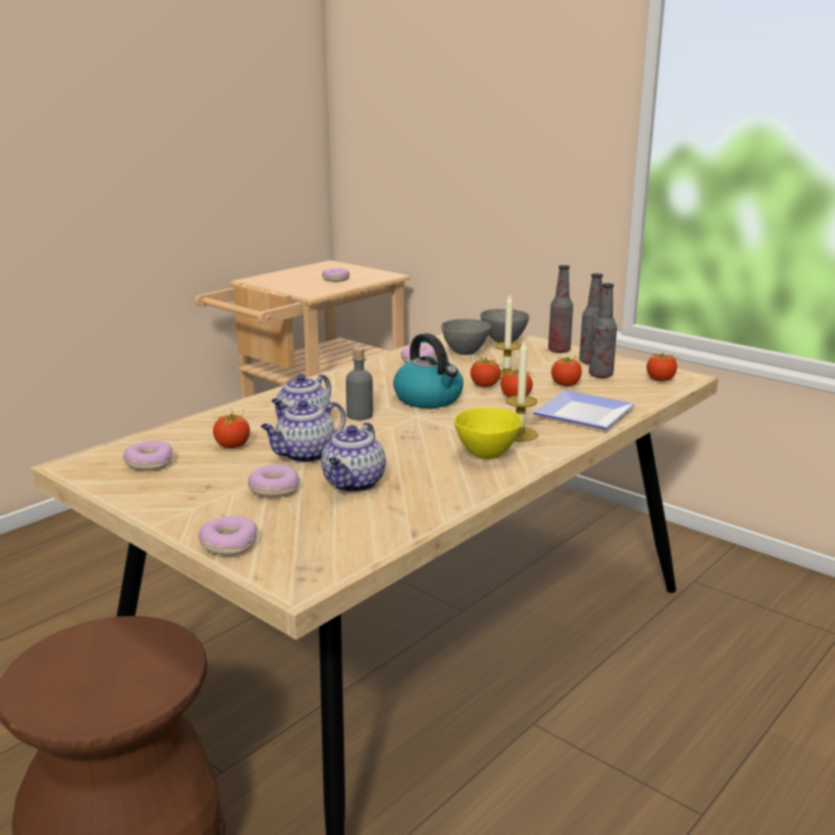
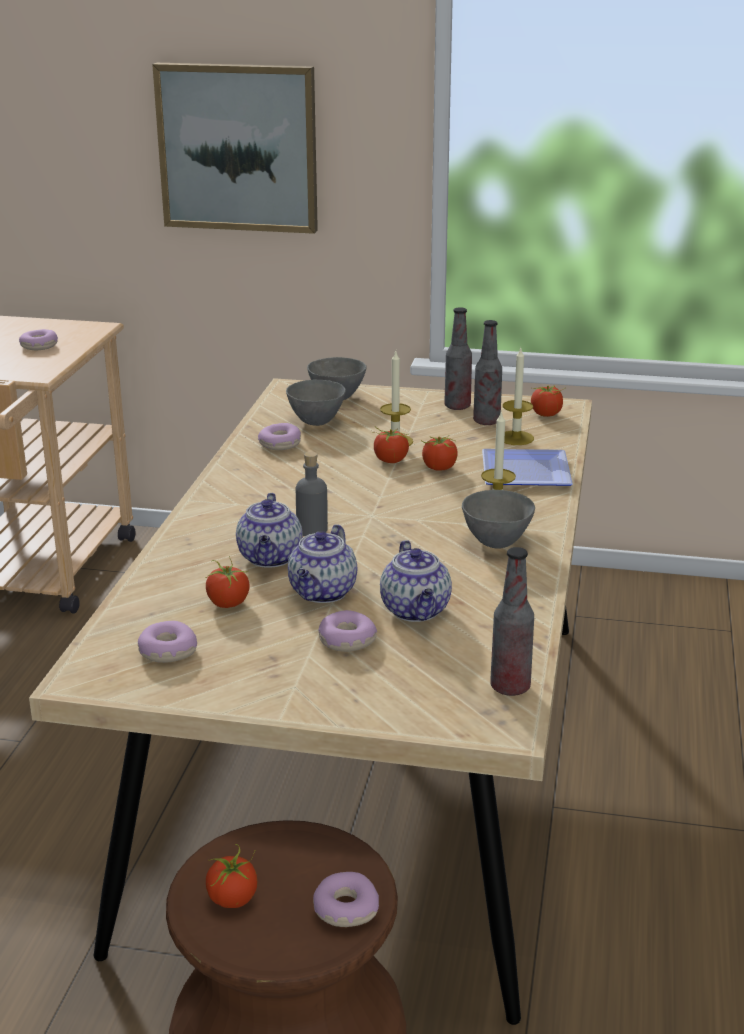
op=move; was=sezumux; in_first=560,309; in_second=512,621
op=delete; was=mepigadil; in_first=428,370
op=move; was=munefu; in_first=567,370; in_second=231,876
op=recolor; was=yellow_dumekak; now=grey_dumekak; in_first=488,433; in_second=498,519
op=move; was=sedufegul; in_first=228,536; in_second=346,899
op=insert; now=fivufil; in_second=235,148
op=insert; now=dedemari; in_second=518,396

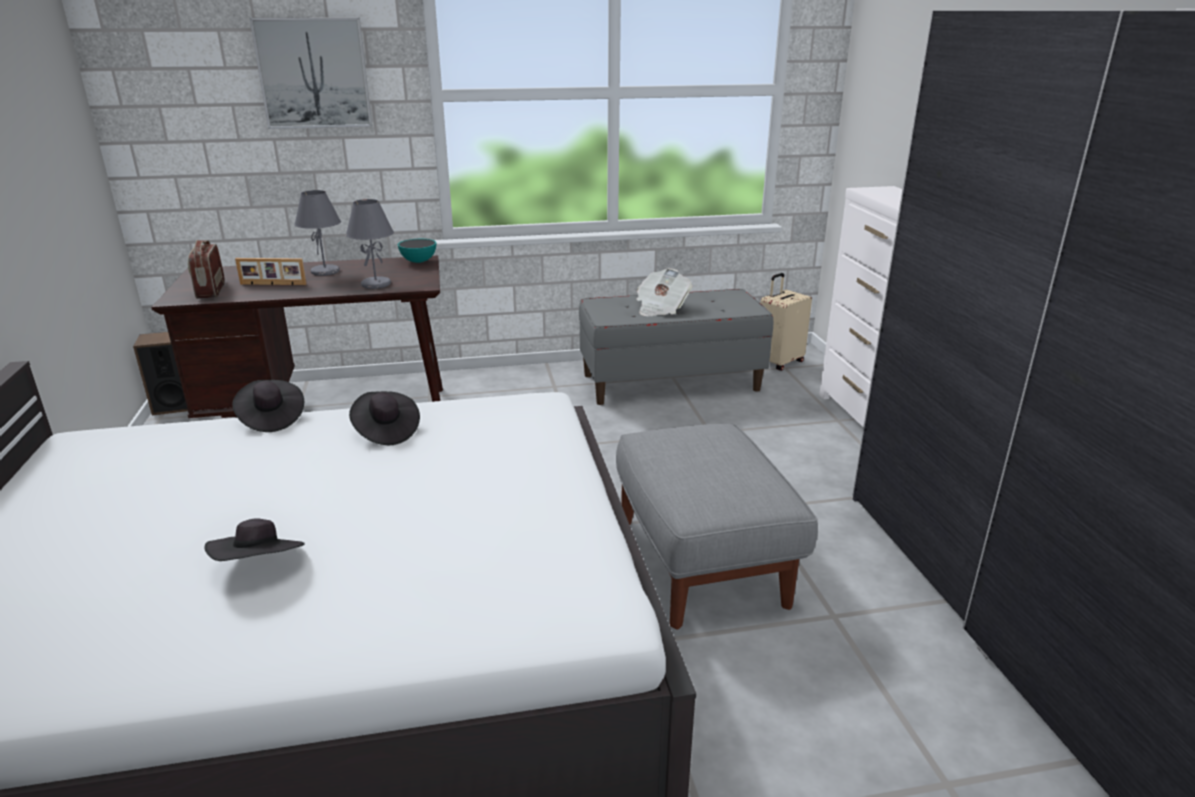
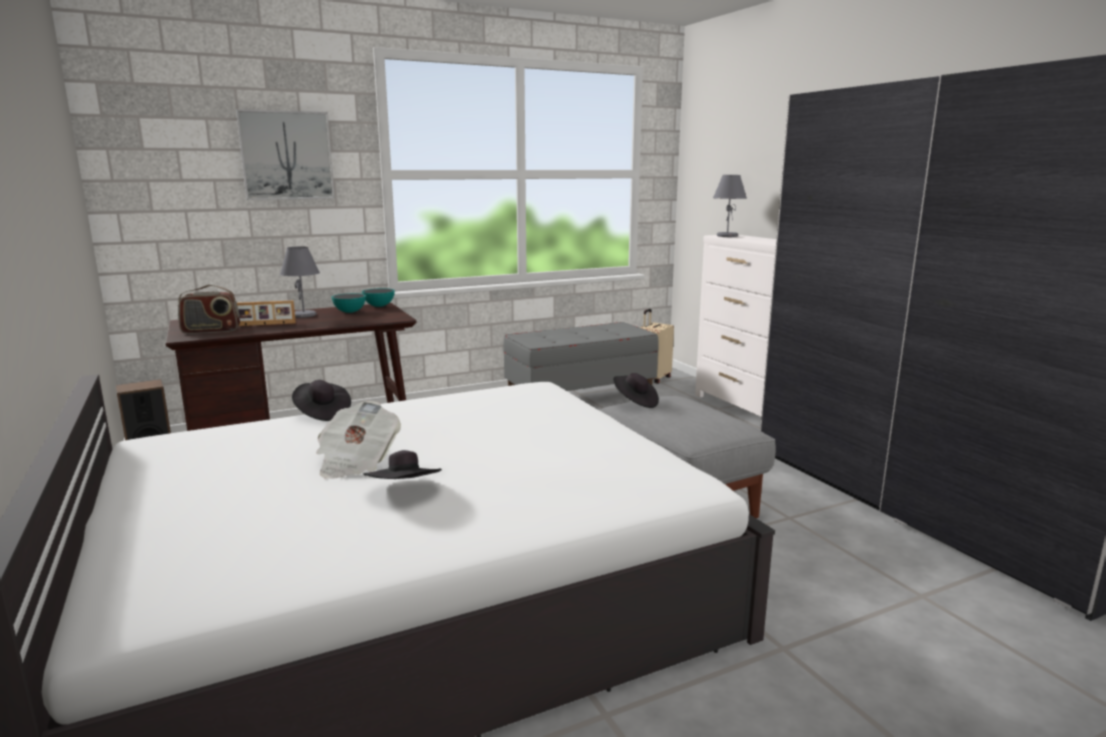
op=move; was=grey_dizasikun; in_first=370,244; in_second=730,206
op=rotate; was=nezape; in_first=206,269; in_second=209,309; clockwise=-75
op=move; was=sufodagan; in_first=664,292; in_second=358,440
op=move; was=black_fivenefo; in_first=384,418; in_second=636,390
op=insert; now=dumekak; in_second=348,303

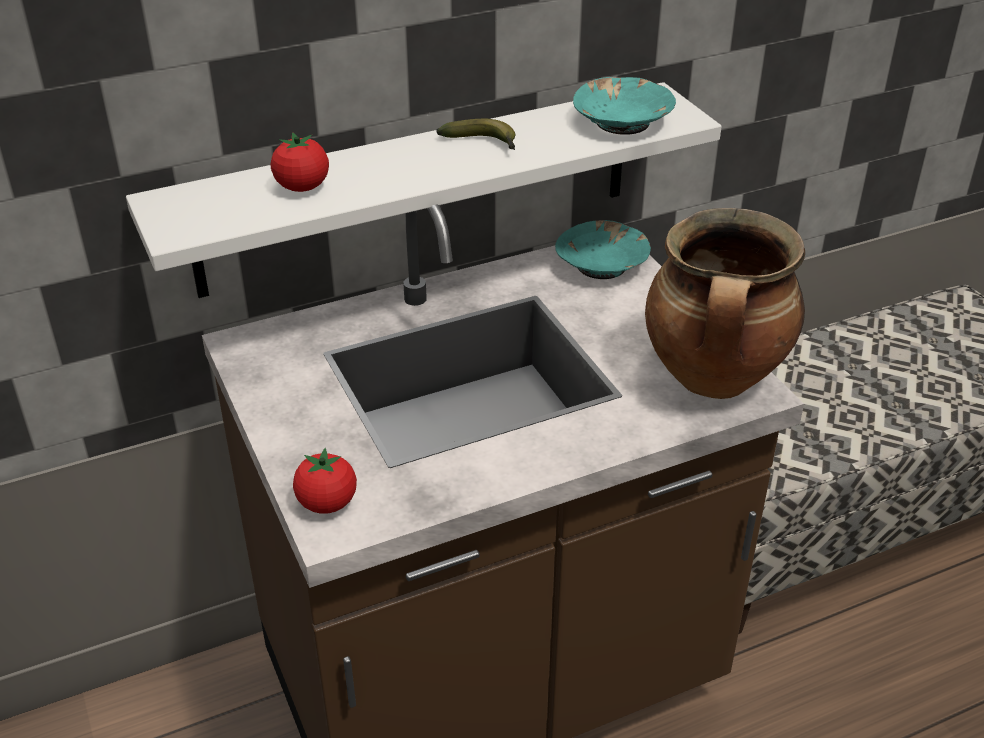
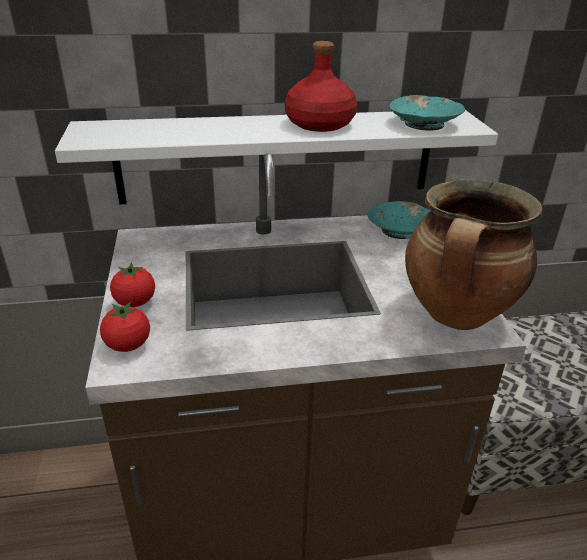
op=replace; was=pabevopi; now=red_sezumux; in_first=476,134; in_second=321,86
op=move; was=munefu; in_first=300,162; in_second=132,284

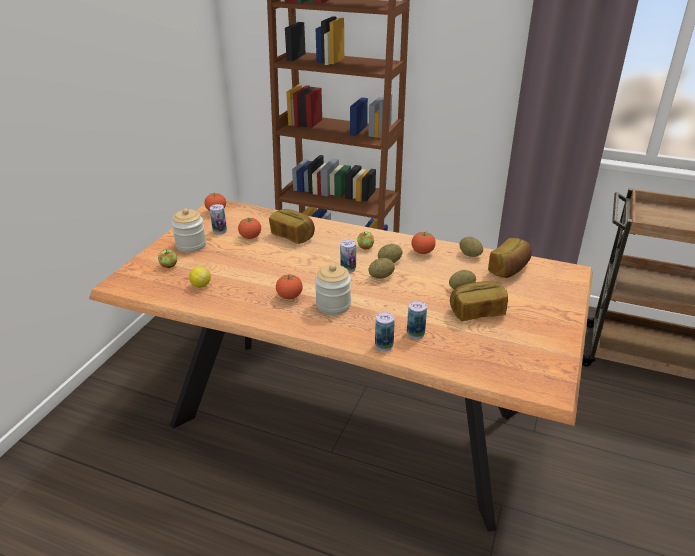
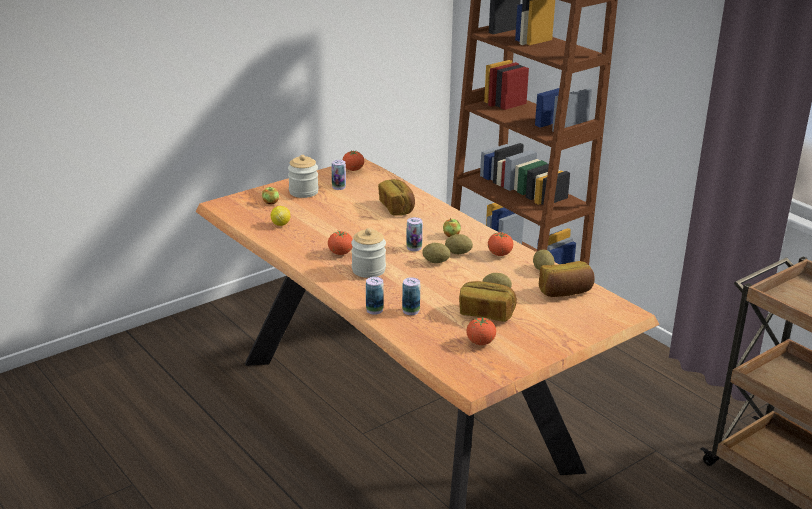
op=move; was=munefu; in_first=249,228; in_second=481,331

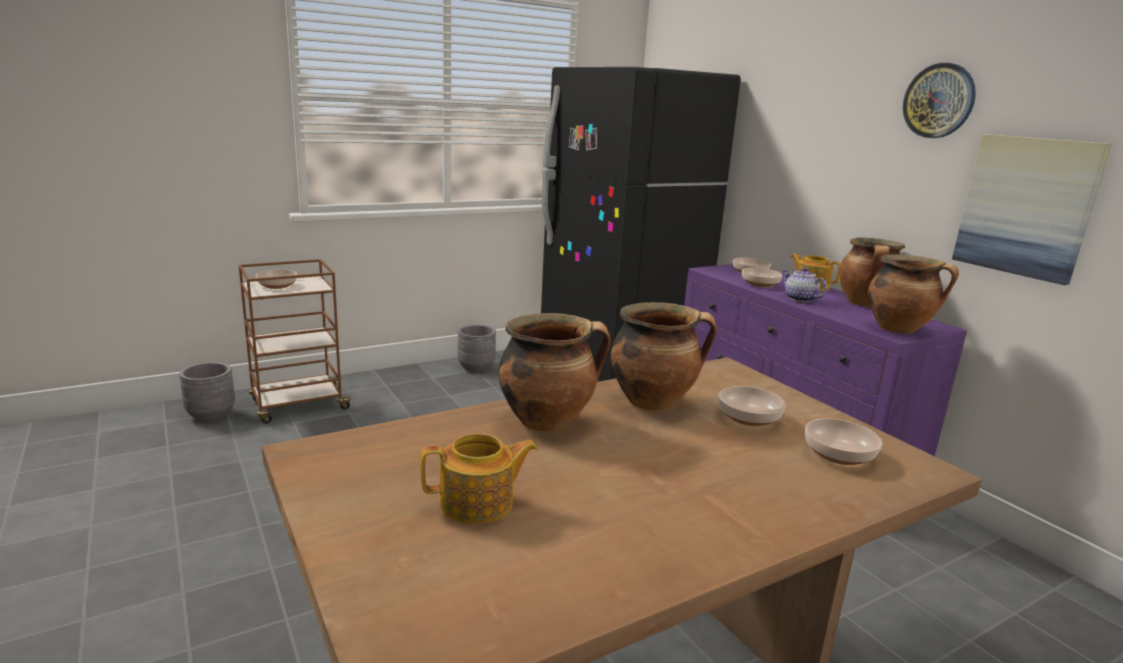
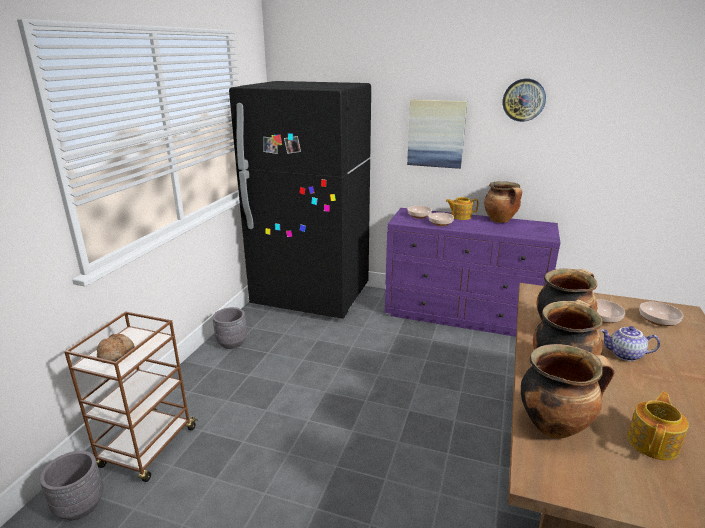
op=move; was=fivufil; in_first=1032,209; in_second=437,134
op=move; was=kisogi; in_first=913,294; in_second=567,391
op=move; was=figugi; in_first=804,284; in_second=630,343
op=replace; was=dumekak; now=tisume; in_first=276,279; in_second=116,348

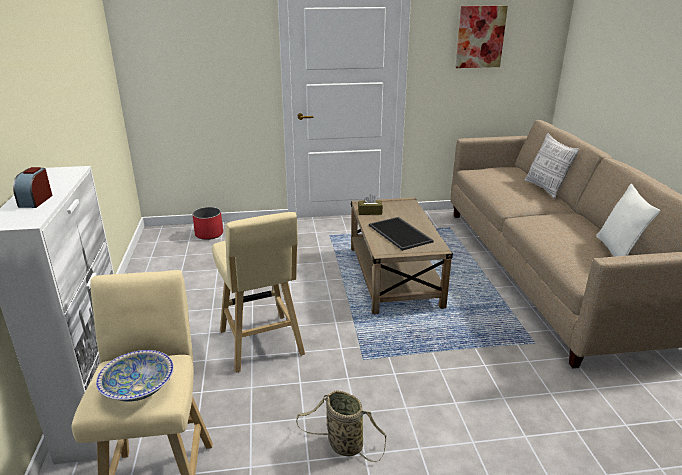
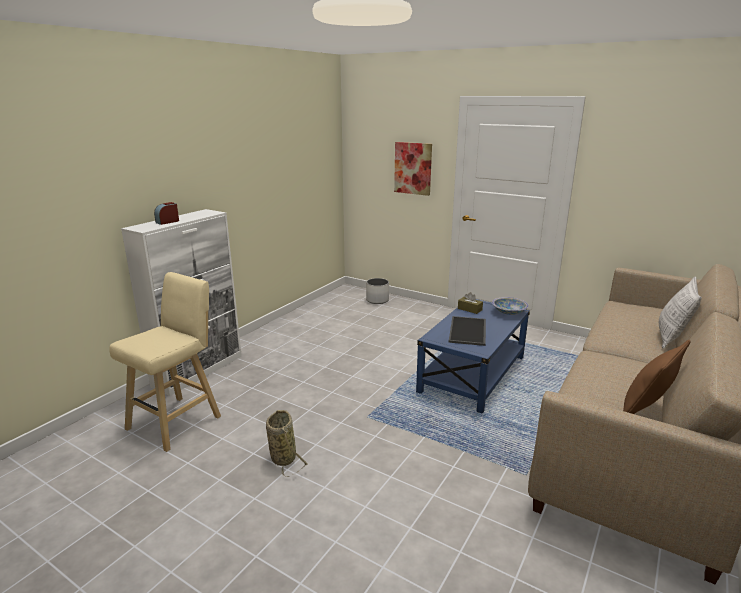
op=move; was=fivufil; in_first=481,37; in_second=413,169
op=recolor; was=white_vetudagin; now=brown_vetudagin; in_first=628,220; in_second=657,377
op=recolor; was=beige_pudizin; now=blue_pudizin; in_first=402,256; in_second=473,356
op=recolor; was=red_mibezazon; now=white_mibezazon; in_first=207,223; in_second=377,291
op=delete; was=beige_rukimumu; in_first=258,292
op=move; was=dumekak; in_first=135,376; in_second=510,306

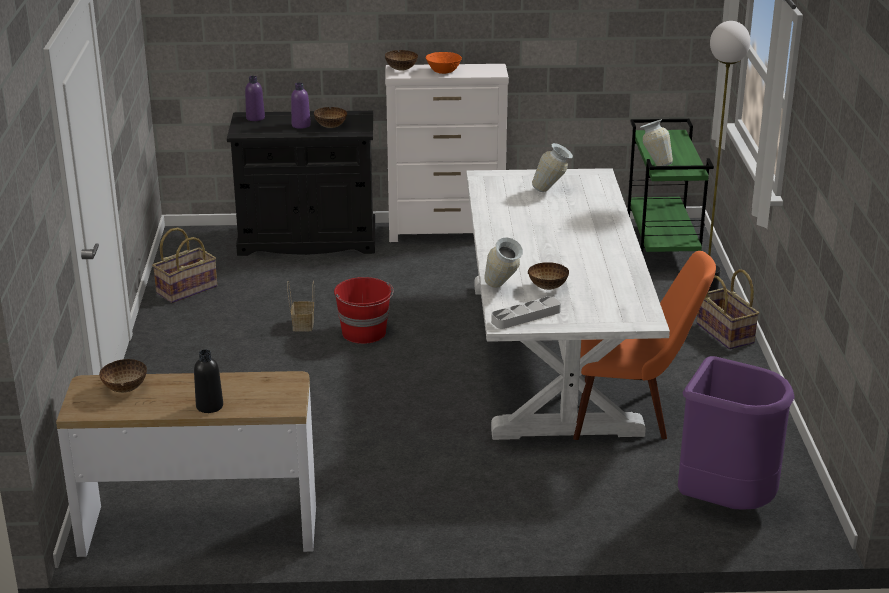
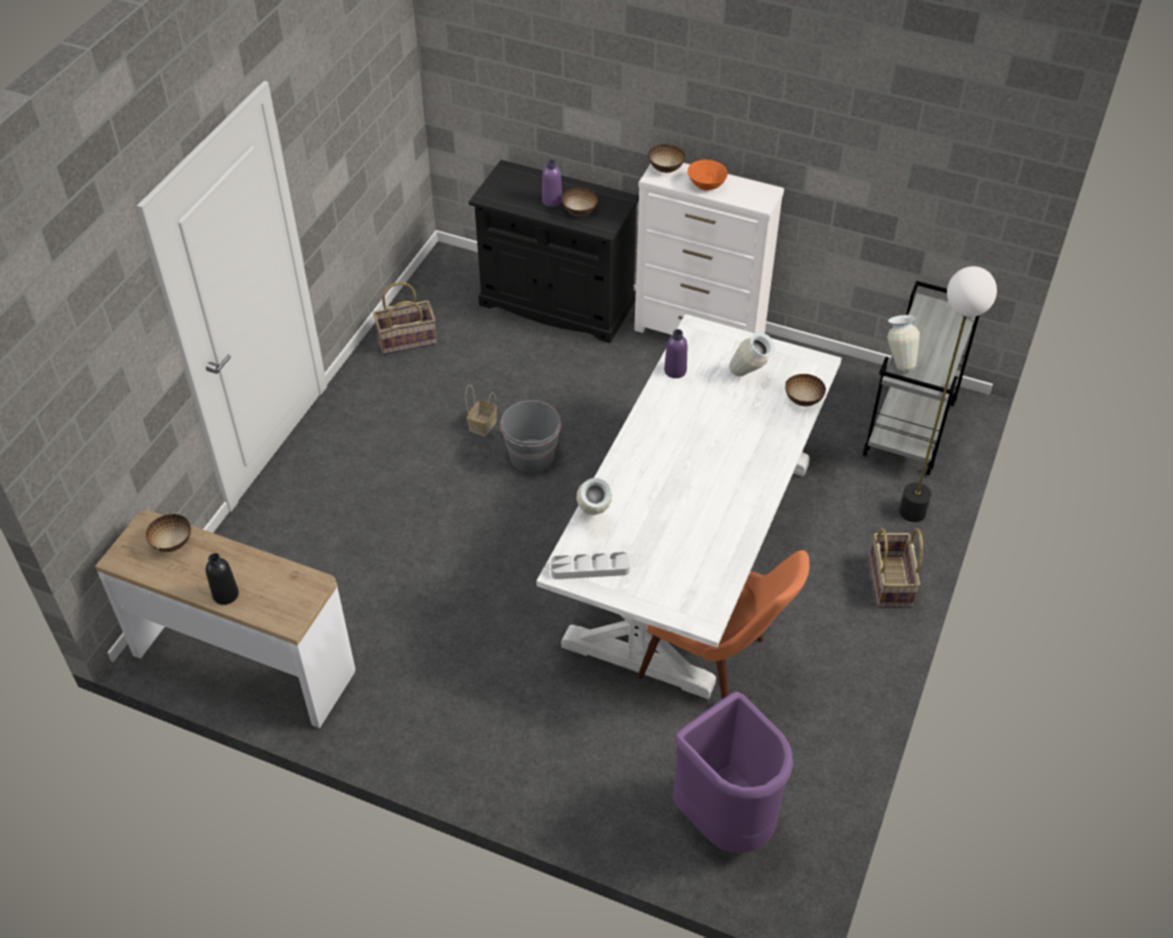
op=move; was=purple_sezumux; in_first=255,98; in_second=675,353
op=recolor; was=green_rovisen; now=grey_rovisen; in_first=670,186; in_second=921,378
op=move; was=dumekak; in_first=548,276; in_second=805,390
op=recolor; was=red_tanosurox; now=grey_tanosurox; in_first=363,310; in_second=530,436

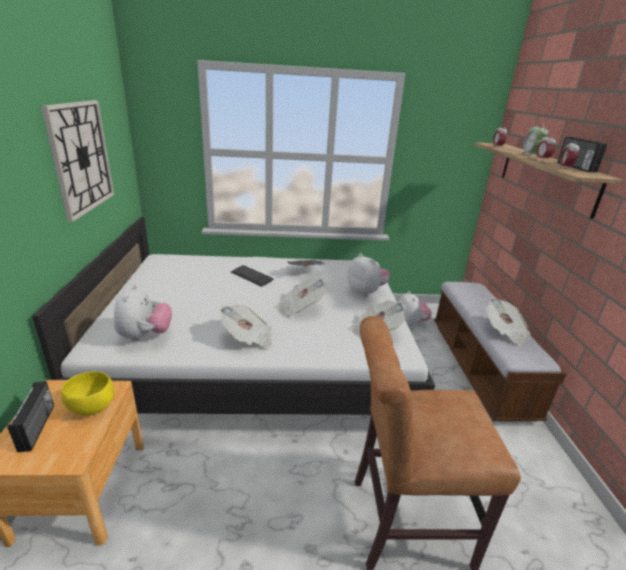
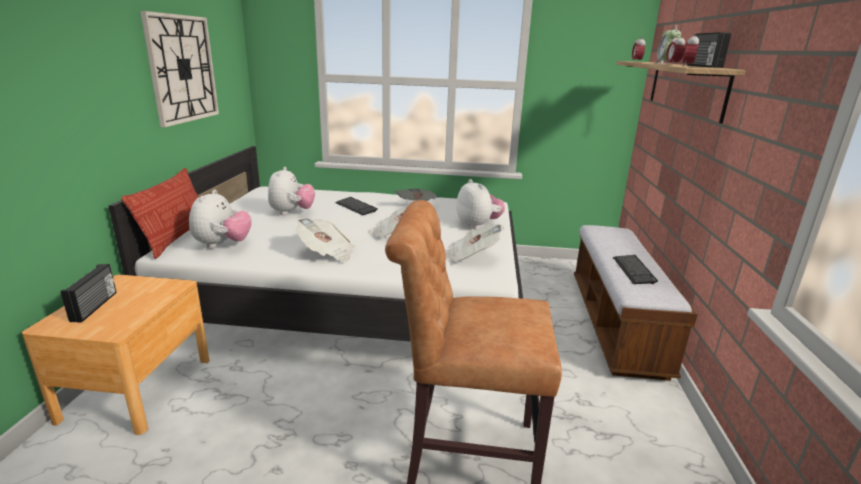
op=move; was=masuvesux; in_first=415,309; in_second=291,191
op=replace; was=sufodagan; now=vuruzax; in_first=508,321; in_second=635,269
op=delete; was=yellow_dumekak; in_first=87,393
op=insert; now=vetudagin; in_second=160,213

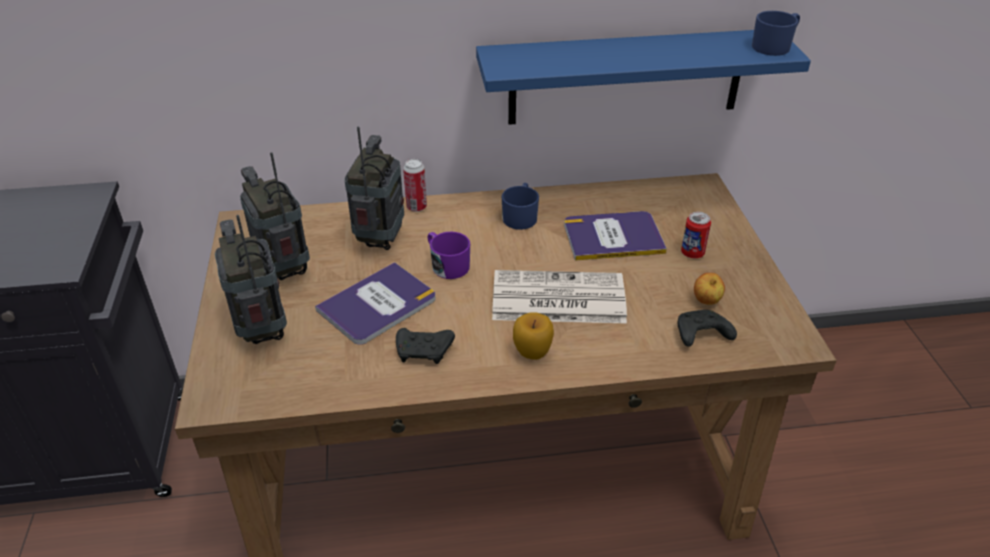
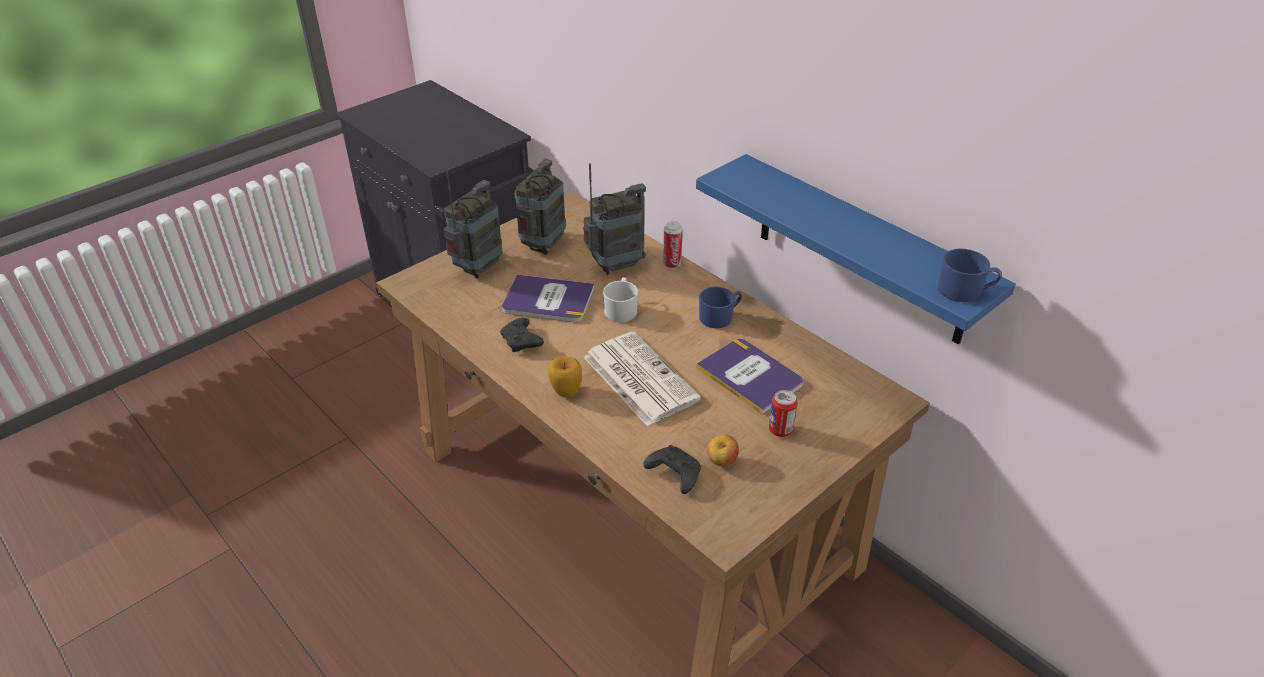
op=recolor; was=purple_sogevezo; now=white_sogevezo; in_first=449,255; in_second=620,299

